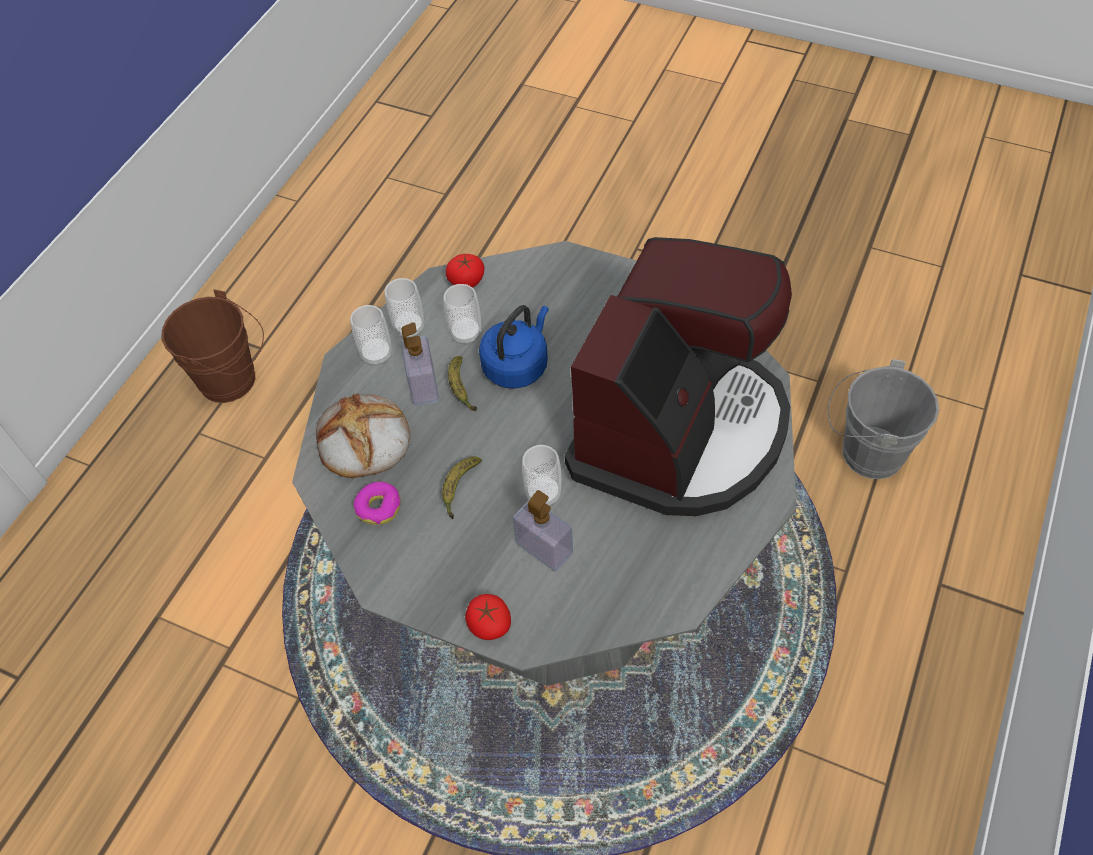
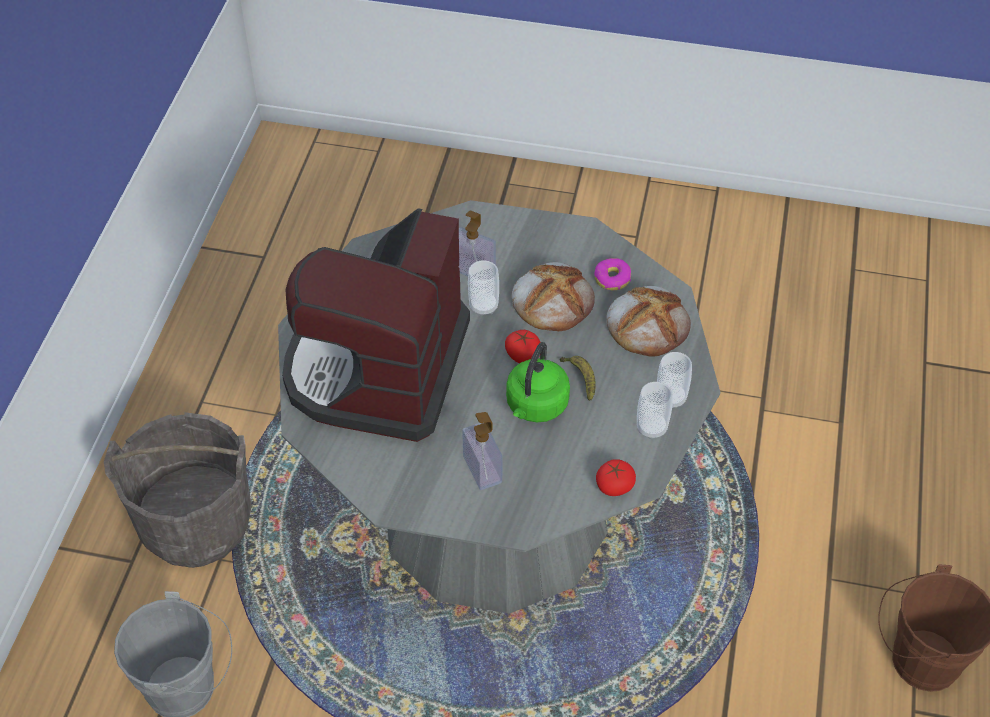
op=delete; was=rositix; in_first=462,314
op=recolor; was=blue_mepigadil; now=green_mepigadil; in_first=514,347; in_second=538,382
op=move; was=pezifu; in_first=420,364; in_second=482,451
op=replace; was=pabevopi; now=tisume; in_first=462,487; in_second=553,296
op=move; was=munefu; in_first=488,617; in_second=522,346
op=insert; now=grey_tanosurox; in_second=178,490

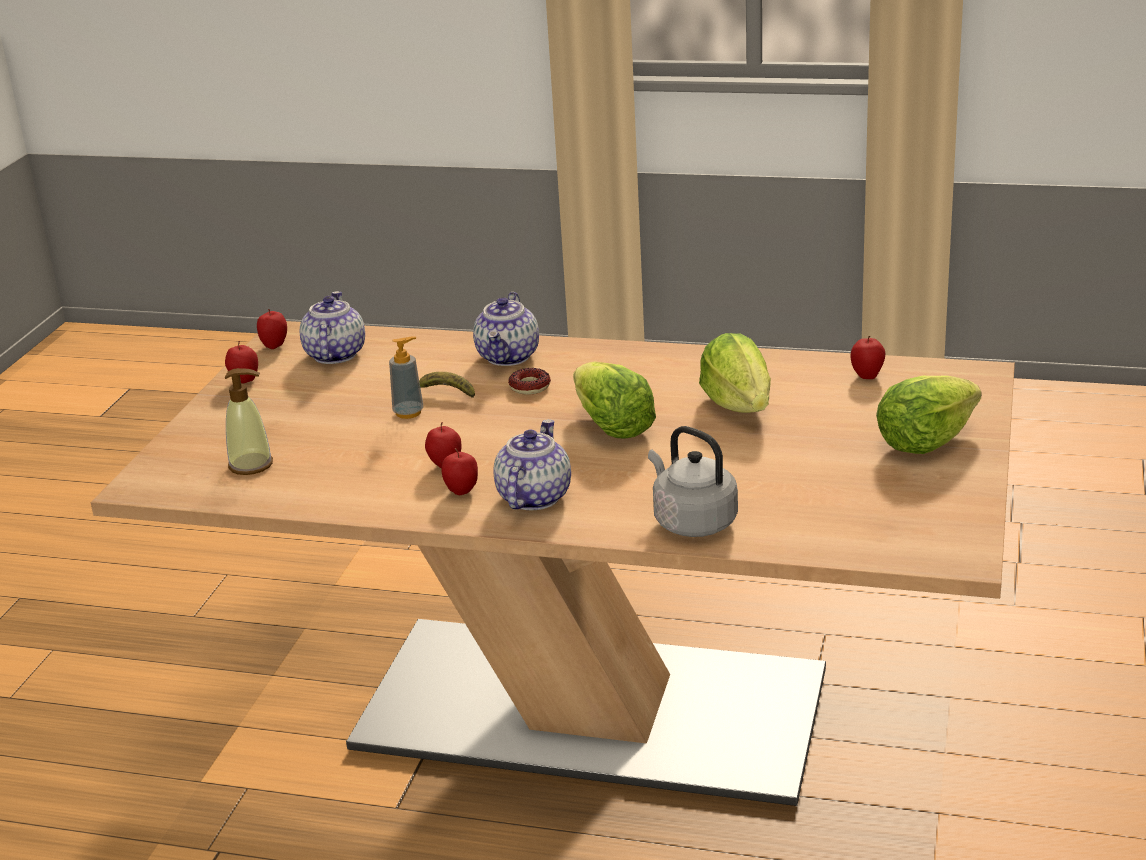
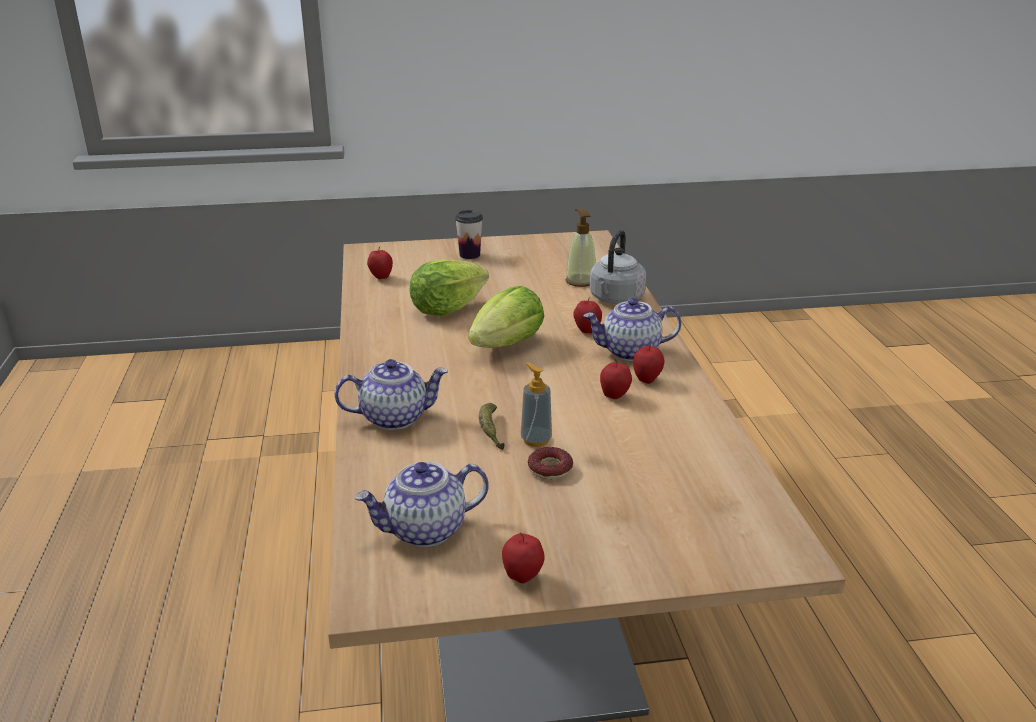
op=move; was=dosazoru; in_first=272,329; in_second=587,315
op=move; was=pezifu; in_first=249,421; in_second=580,248
op=move; was=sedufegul; in_first=529,381; in_second=550,463
op=replace; was=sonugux; now=rositix; in_first=929,414; in_second=469,234

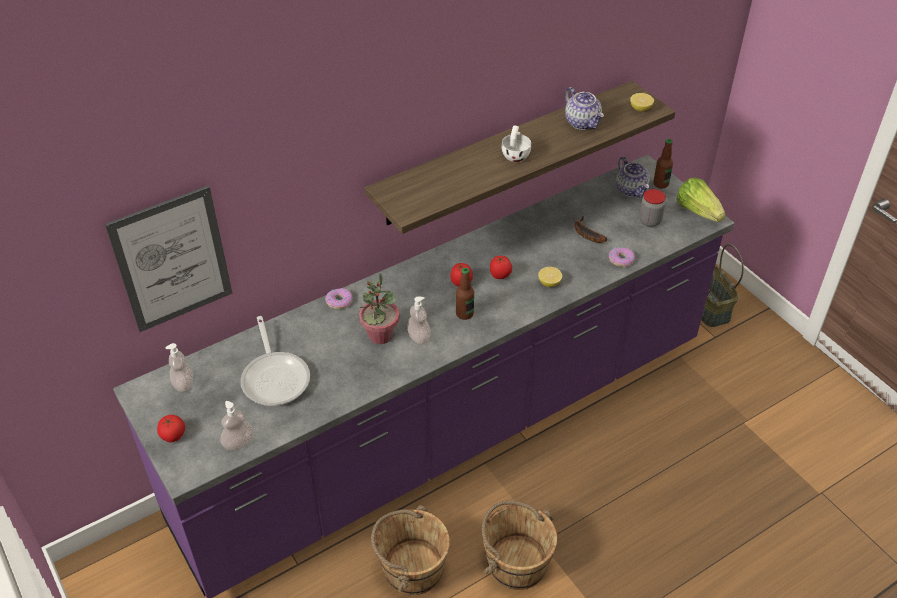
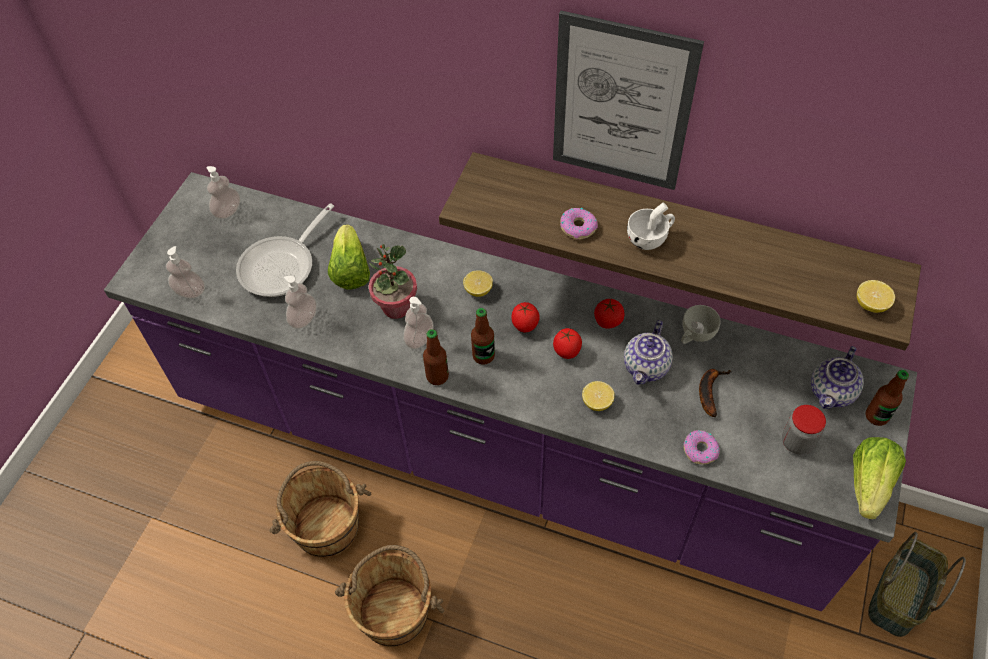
op=move; was=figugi; in_first=584,108; in_second=648,352
op=move; was=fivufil; in_first=168,259; in_second=628,100
op=move; was=sedufegul; in_first=338,298; in_second=579,223
op=move; was=munefu; in_first=171,428; in_second=609,313
op=insert; now=sonugux; in_second=349,257
op=insert; now=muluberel; in_second=478,283
op=insert; now=pezifu; in_second=300,302
op=insert; now=white_rositix; in_second=701,324
op=insert; now=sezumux; in_second=436,357

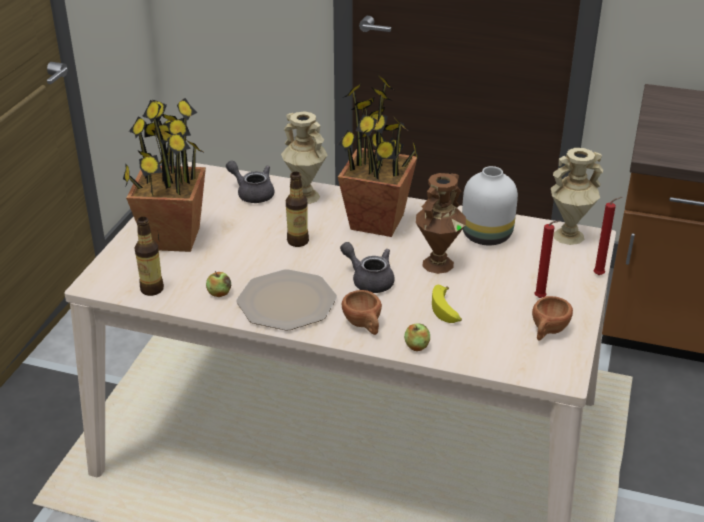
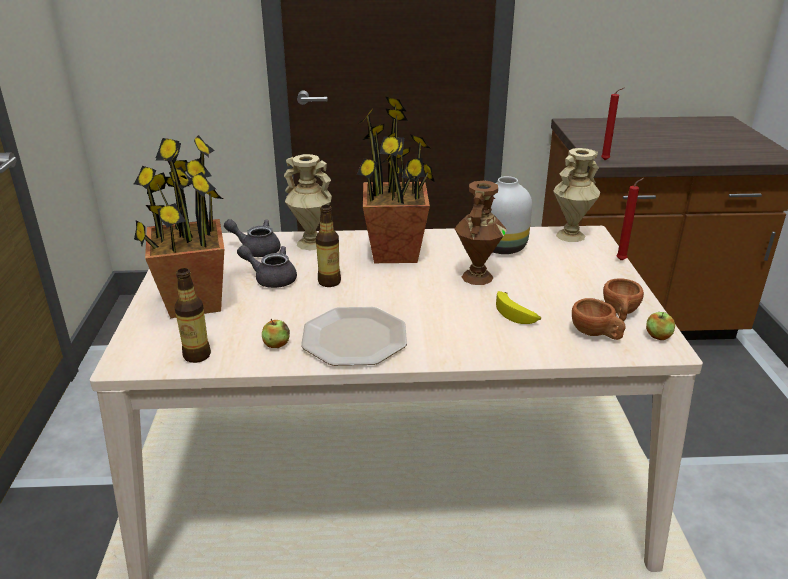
op=move; was=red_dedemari; in_first=547,259; in_second=613,123
op=move; was=grey_figugi; in_first=367,267; in_second=267,266
op=move; was=brown_rositix; in_first=362,312; in_second=599,319
op=move; was=dosazoru; in_first=417,337; in_second=660,326

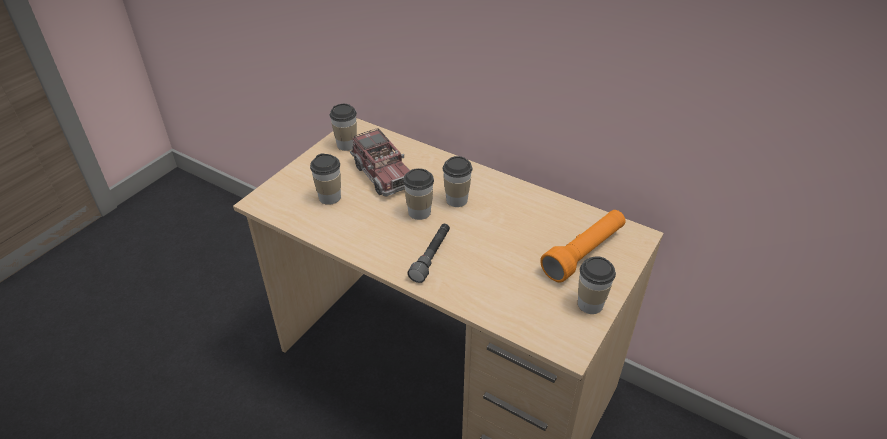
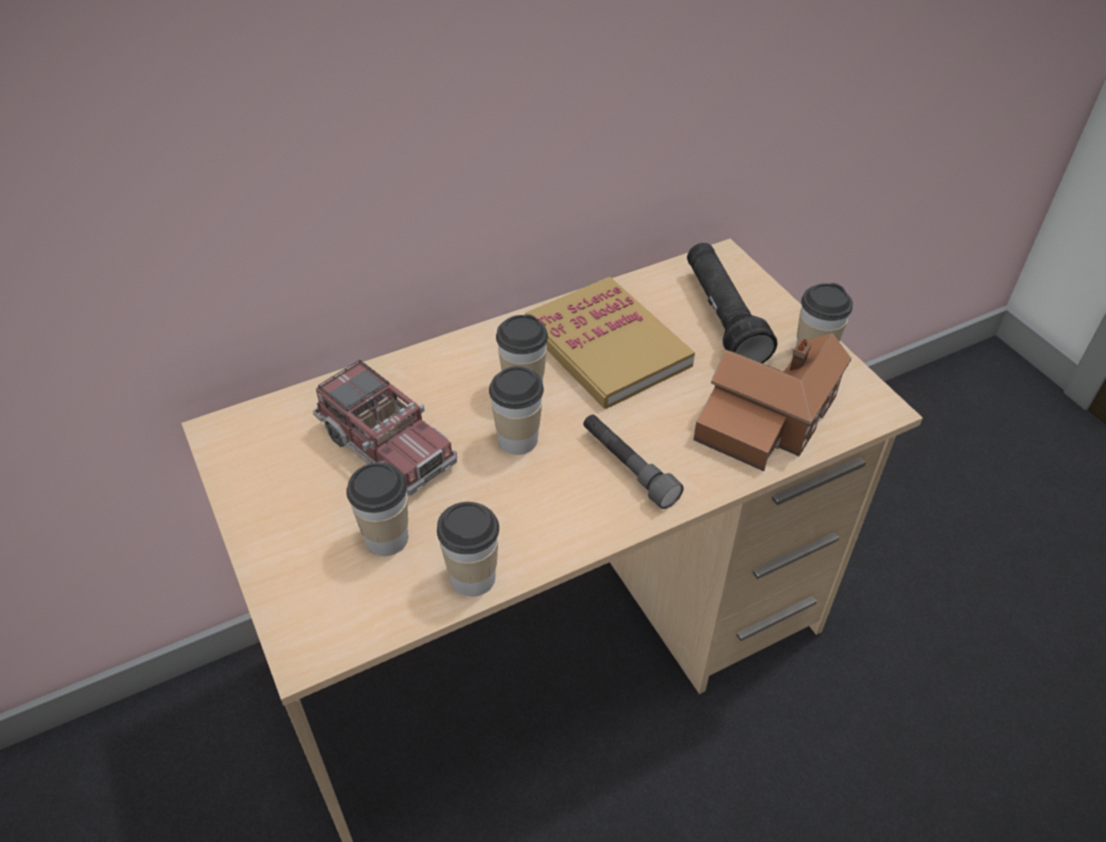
op=move; was=rositix; in_first=343,127; in_second=468,549
op=rotate; was=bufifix; in_first=380,162; in_second=385,428; clockwise=45
op=recolor; was=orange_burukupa; now=black_burukupa; in_first=583,246; in_second=732,303
op=insert; now=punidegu; in_second=610,343
op=insert; now=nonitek; in_second=772,402

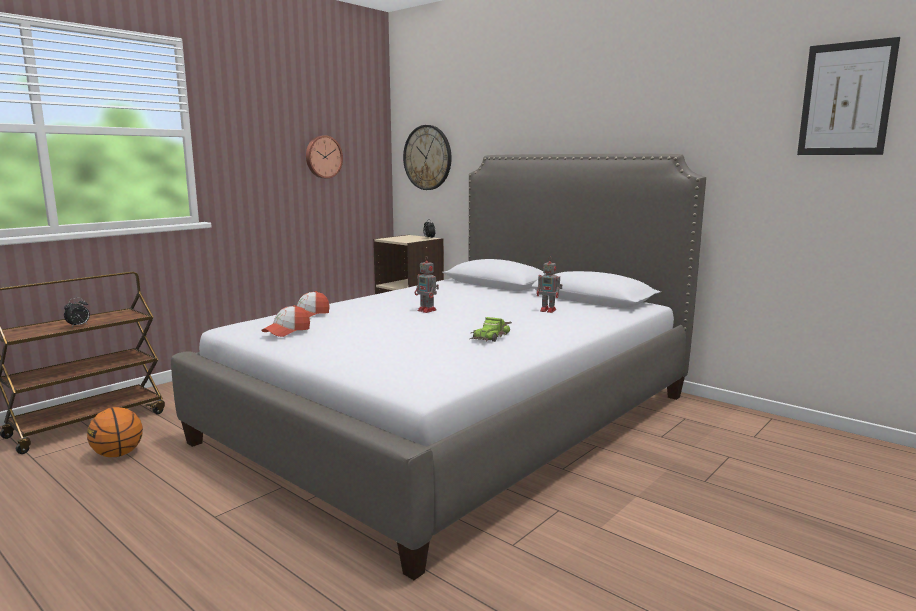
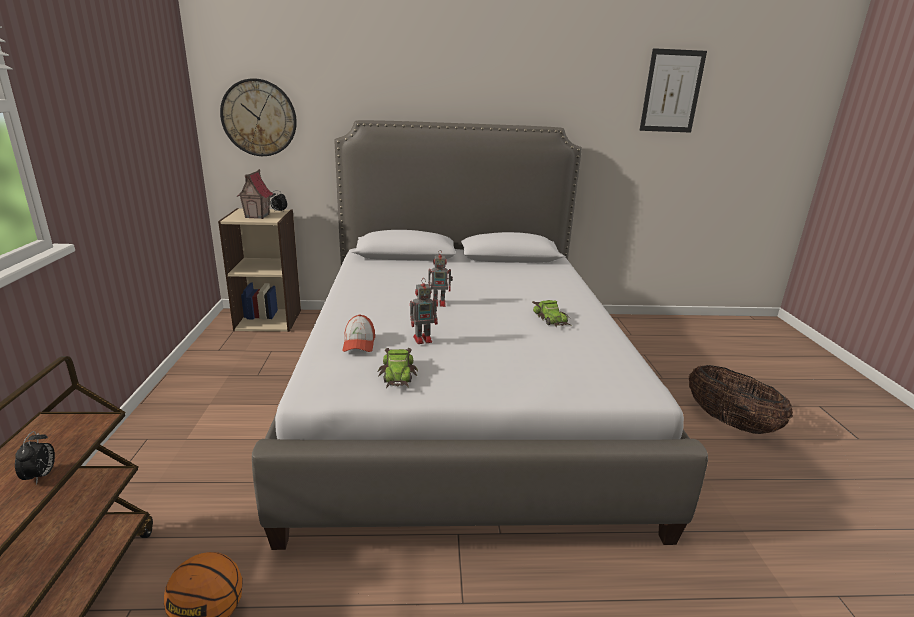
op=delete; was=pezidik; in_first=324,157
op=move; was=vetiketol; in_first=550,285; in_second=423,311
op=replace; was=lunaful; now=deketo; in_first=285,321; in_second=397,368
op=insert; now=nonitek; in_second=254,194
op=insert; now=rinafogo; in_second=741,399

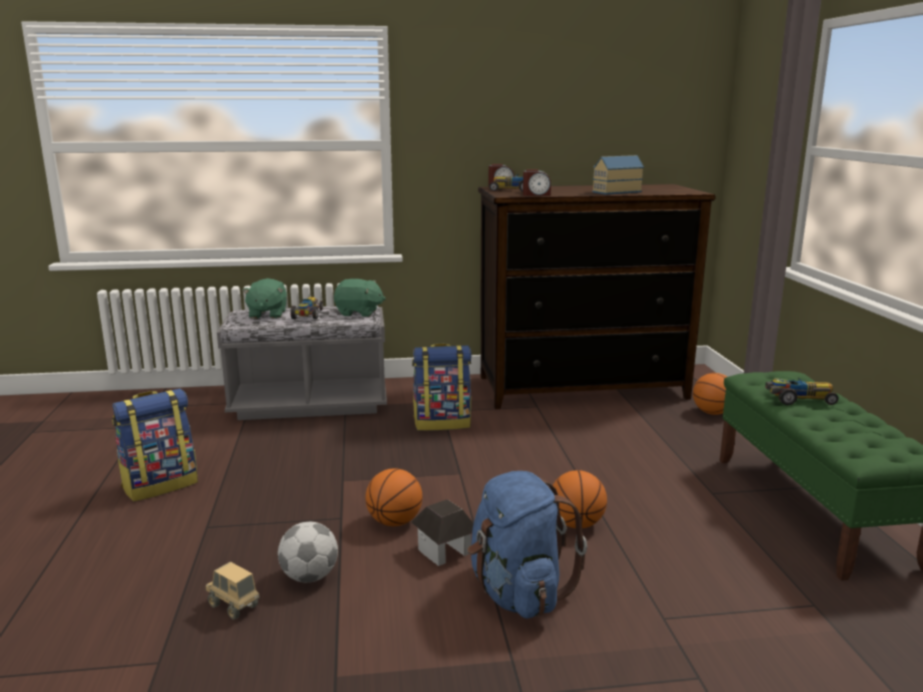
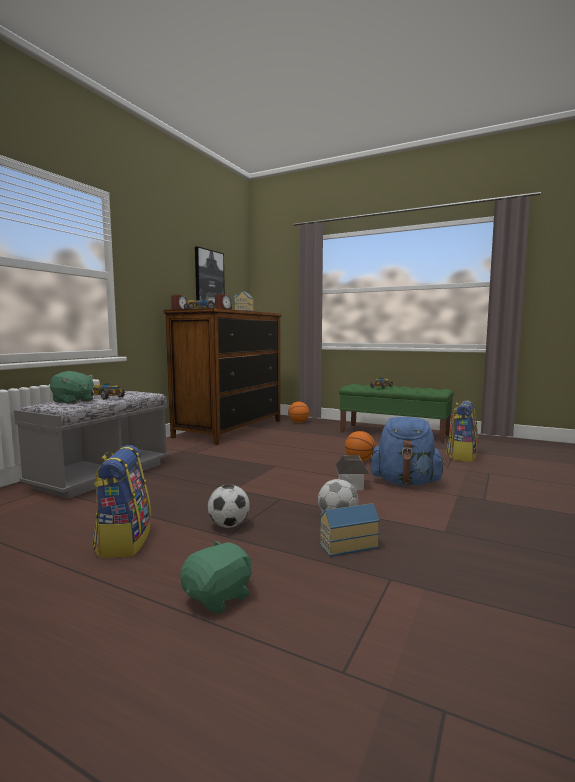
op=move; was=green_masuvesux; in_first=360,298; in_second=216,577
op=move; was=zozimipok; in_first=441,387; in_second=462,431
op=delete; was=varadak; in_first=393,497
op=replace; was=bufifix; now=nonitek; in_first=232,591; in_second=350,530
op=insert; now=fivufil; in_second=210,274
op=insert; now=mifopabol; in_second=228,506

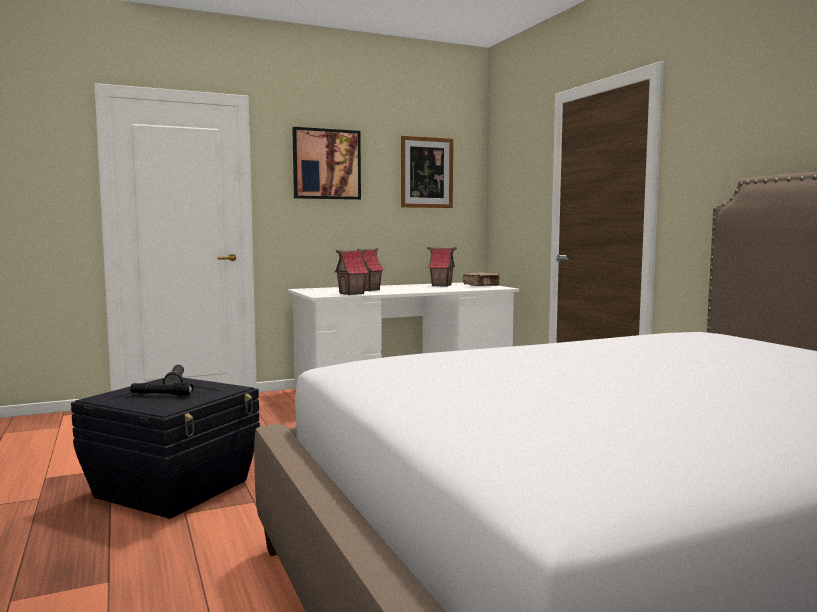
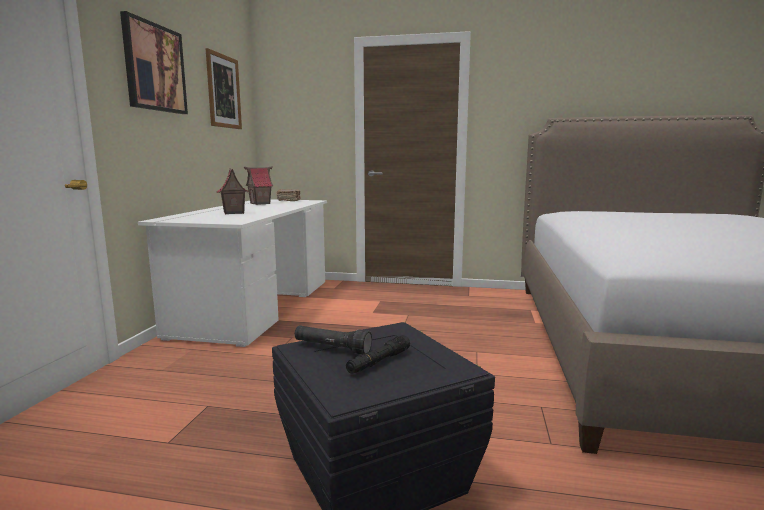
op=delete; was=nonitek; in_first=351,272

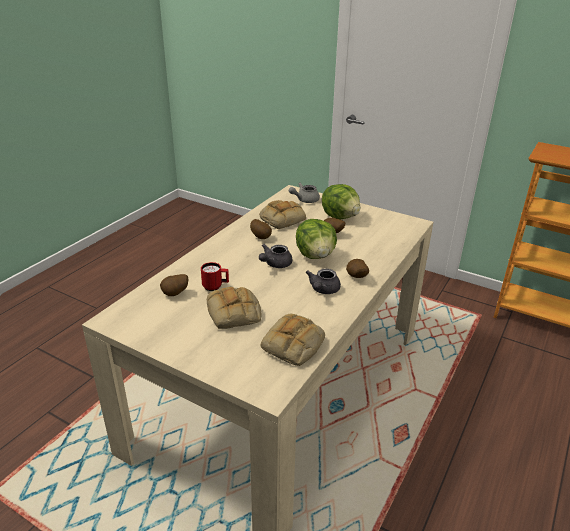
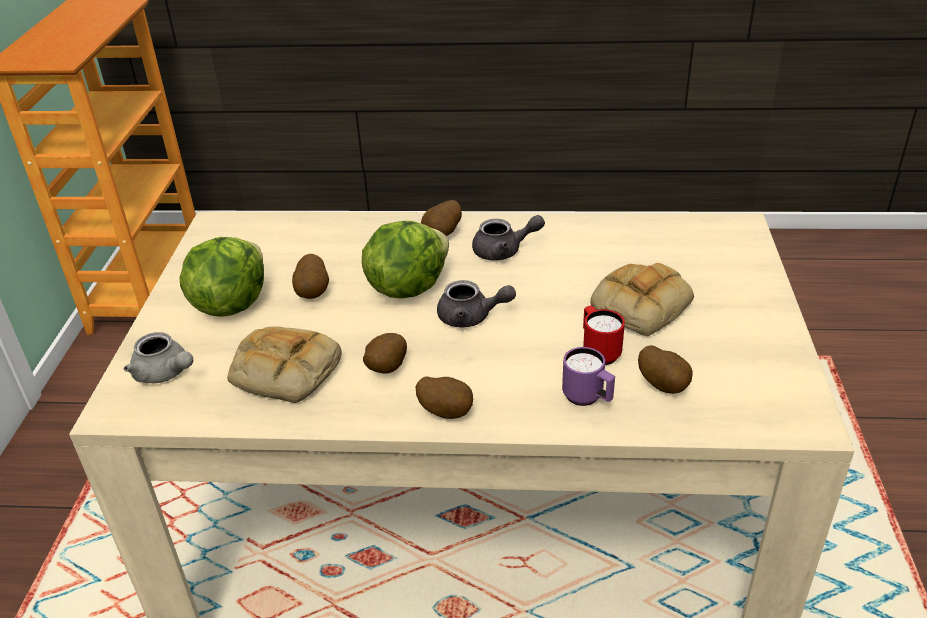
op=delete; was=tisume; in_first=292,340
op=insert; now=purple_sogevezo; in_second=588,376
op=insert; now=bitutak; in_second=444,398

